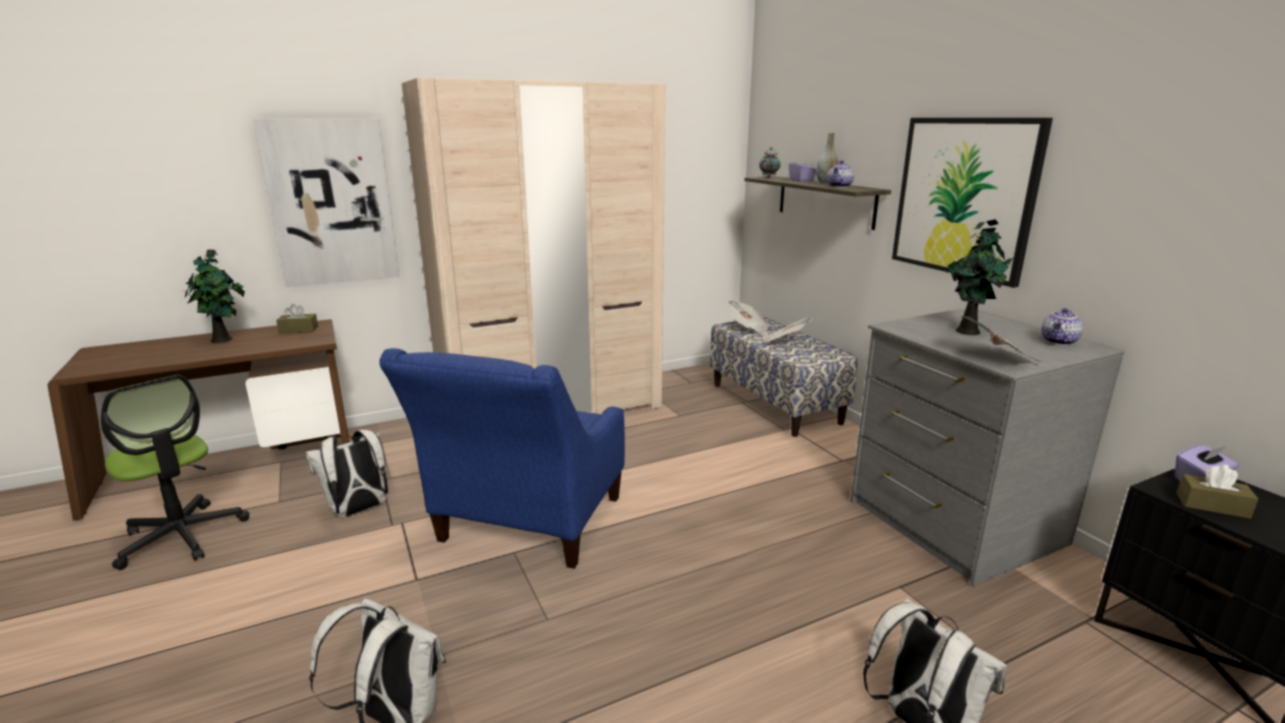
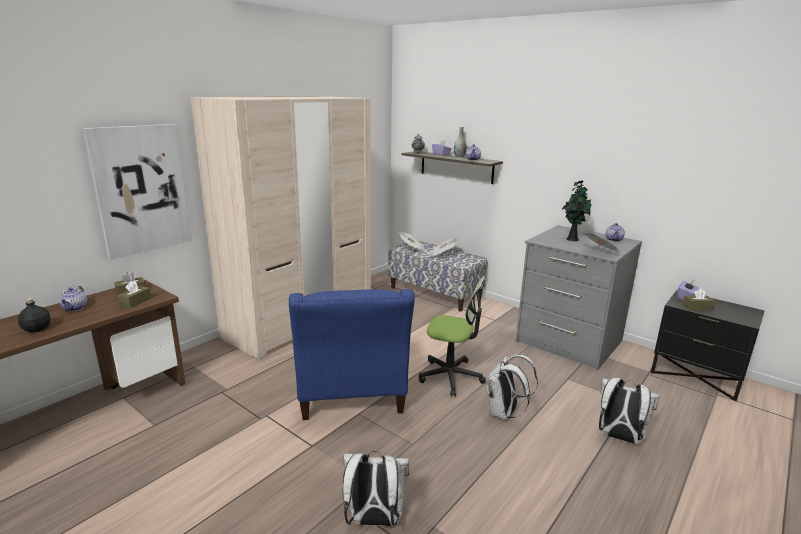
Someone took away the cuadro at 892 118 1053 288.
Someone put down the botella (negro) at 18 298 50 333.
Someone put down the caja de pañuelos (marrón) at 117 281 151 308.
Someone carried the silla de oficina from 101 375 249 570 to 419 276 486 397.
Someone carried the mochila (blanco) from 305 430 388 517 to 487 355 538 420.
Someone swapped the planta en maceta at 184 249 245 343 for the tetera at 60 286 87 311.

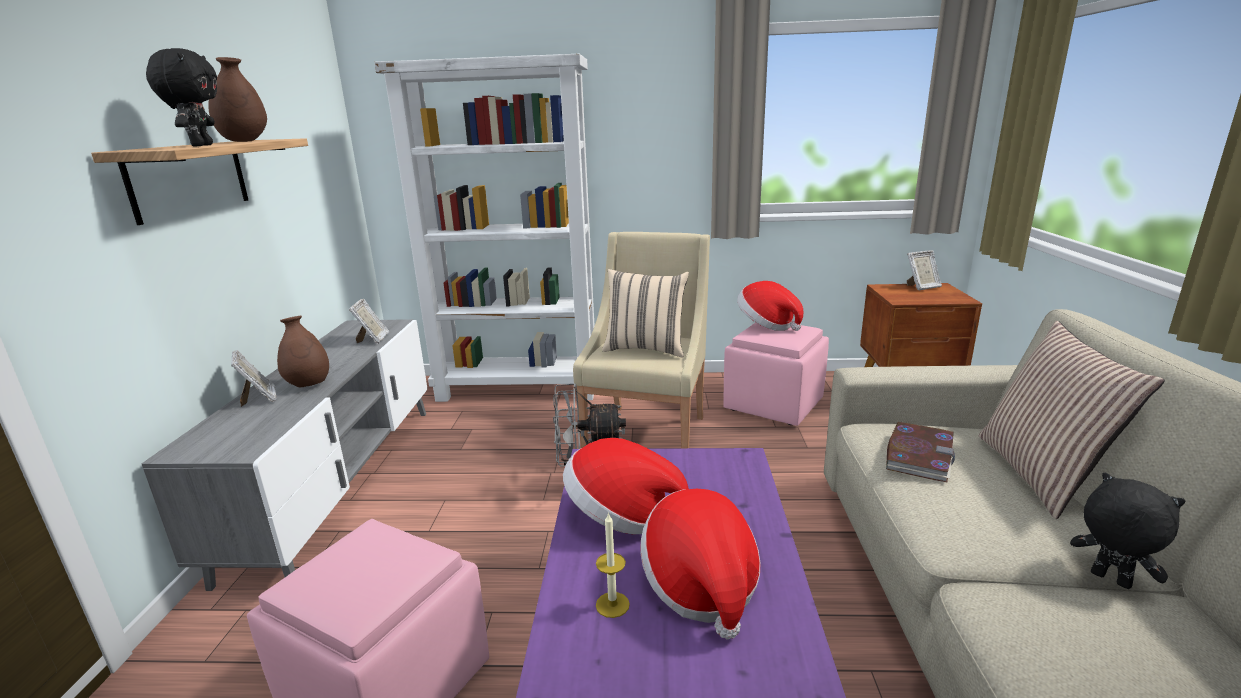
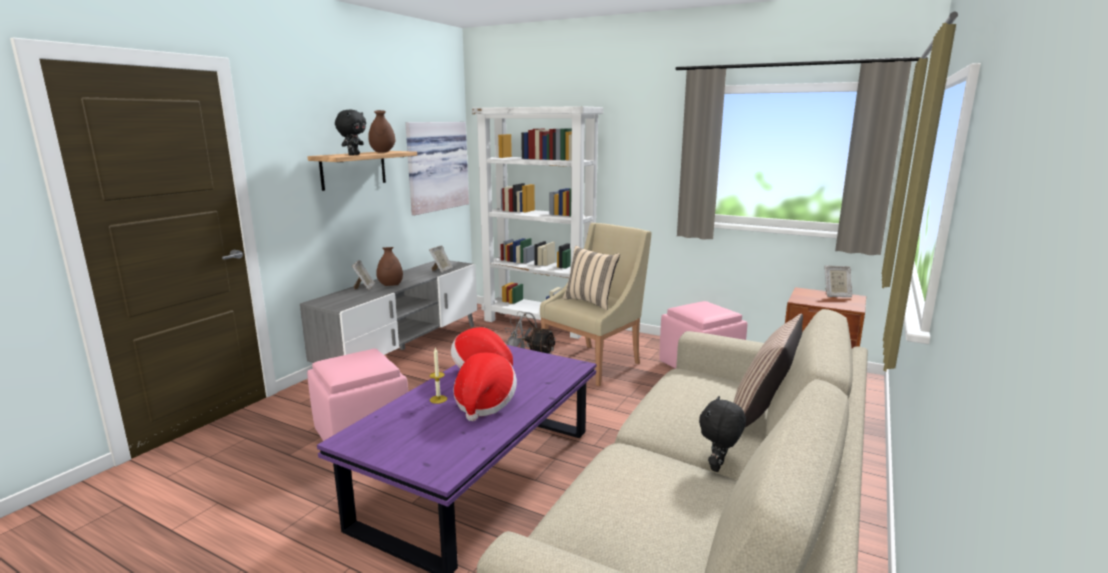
Someone took away the sombrero at 737 281 804 331.
Someone took away the libro at 886 422 955 482.
Someone put up the cuadro at 405 122 469 215.
Someone rotated the peluche (negro) at 1070 472 1186 589 by 135 degrees counterclockwise.

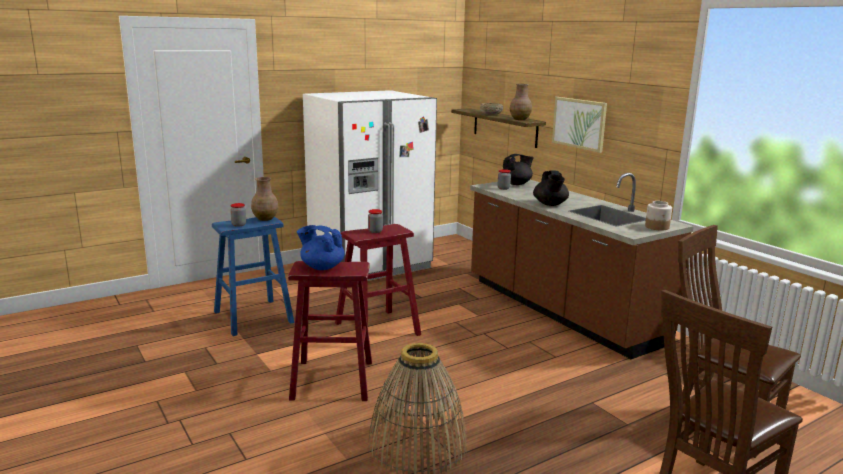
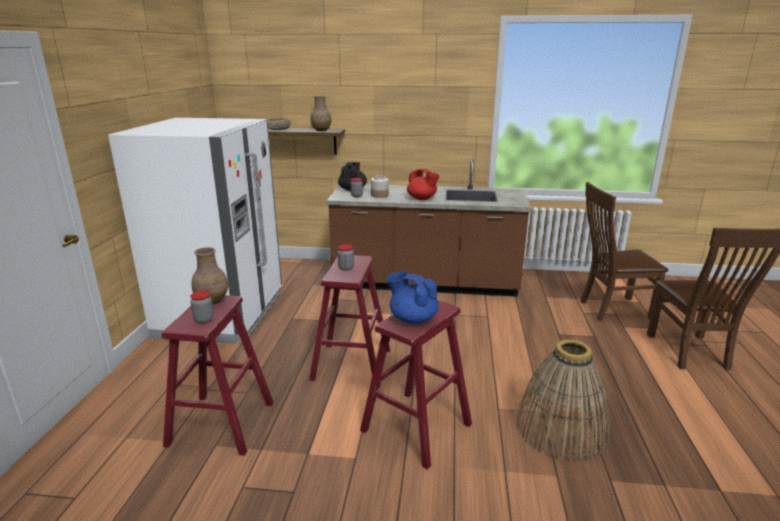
Someone took away the cuadro at 552 97 607 153.
Someone carried the tarro from 645 201 672 230 to 371 175 389 198.
Someone repainted the taburete (azul) at 212 217 294 336, which became the taburete (rojo) at 161 295 274 456.
Someone repainted the tetera (negro) at 533 170 569 206, which became the tetera (rojo) at 407 169 439 200.
Someone rotated the tetera (azul) at 297 225 345 270 by 60 degrees clockwise.

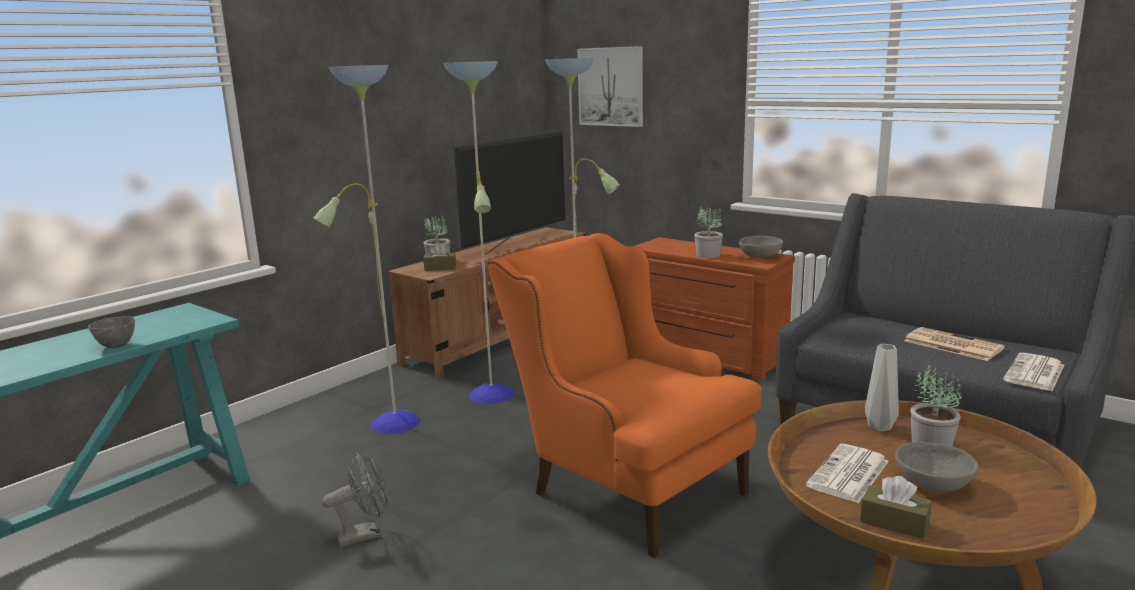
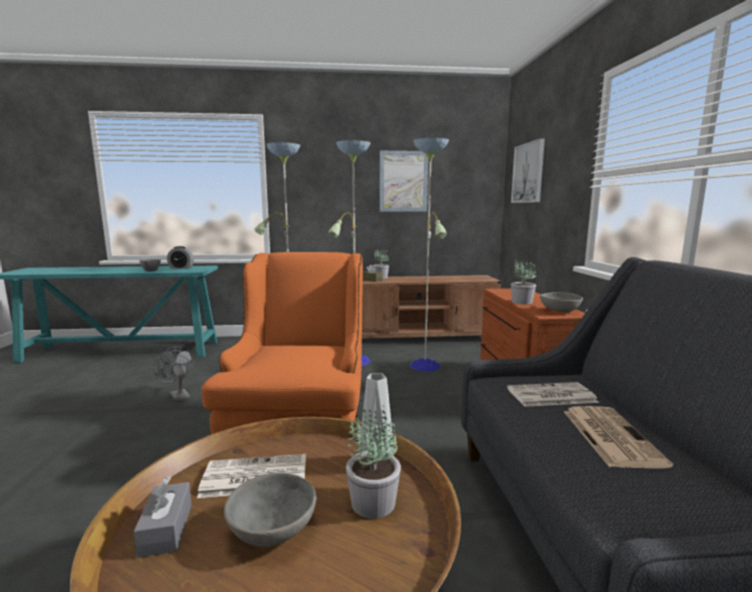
Someone took away the televisor at 454 132 565 255.
Someone put down the despertador at 167 246 194 269.
Someone put up the cuadro at 380 151 428 211.
Someone carried the periódico from 1003 353 1064 391 to 507 382 599 407.
Someone repainted the caja de pañuelos (marrón) at 860 476 932 539, which became the caja de pañuelos (gris) at 133 476 192 558.
Someone rotated the ventilador (gris) at 322 453 388 547 by 150 degrees counterclockwise.

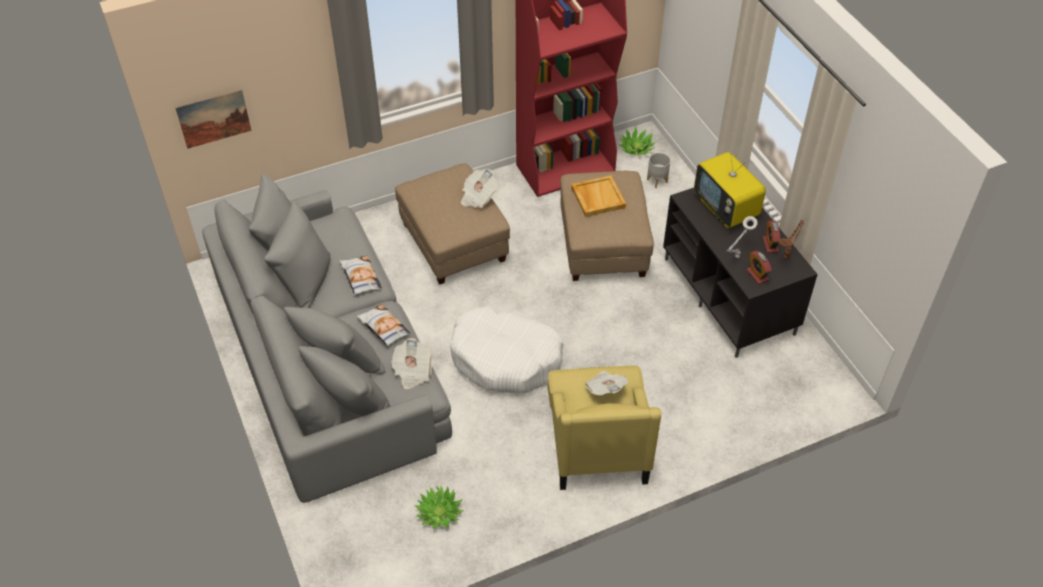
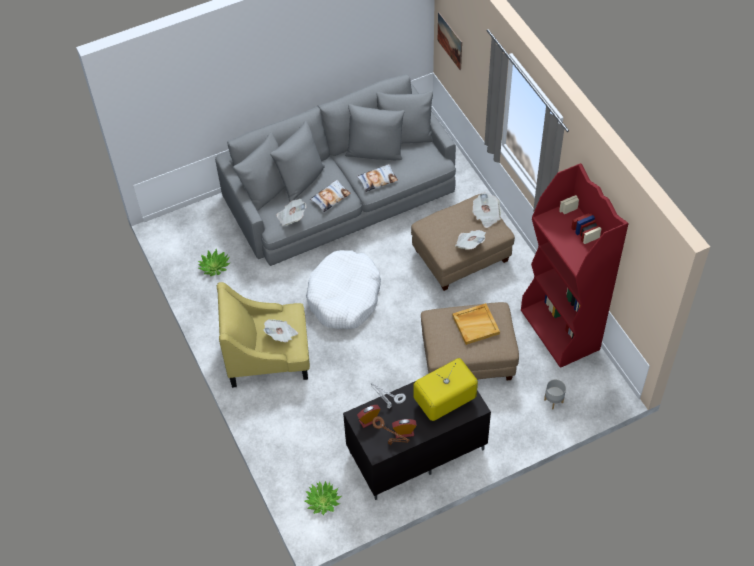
Someone put down the periódico at 472 192 501 228.
Someone carried the planta en maceta from 618 127 656 155 to 304 481 341 515.

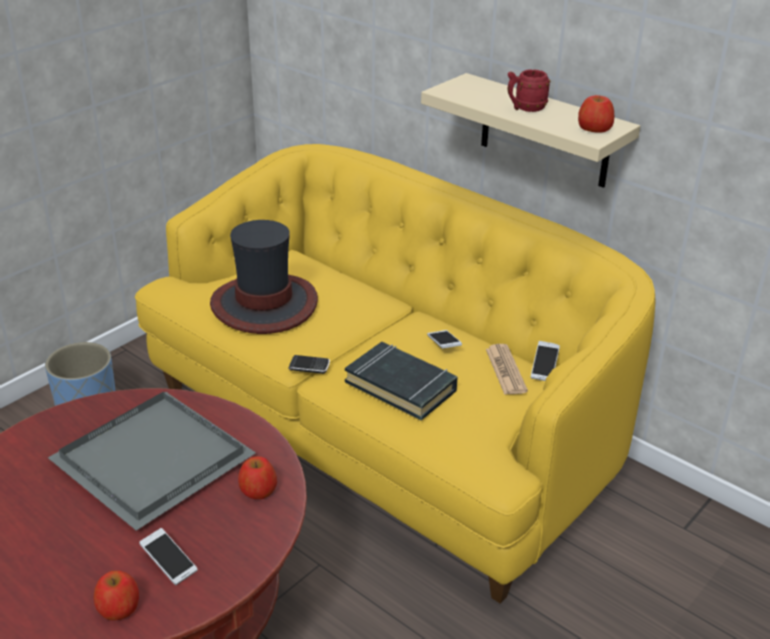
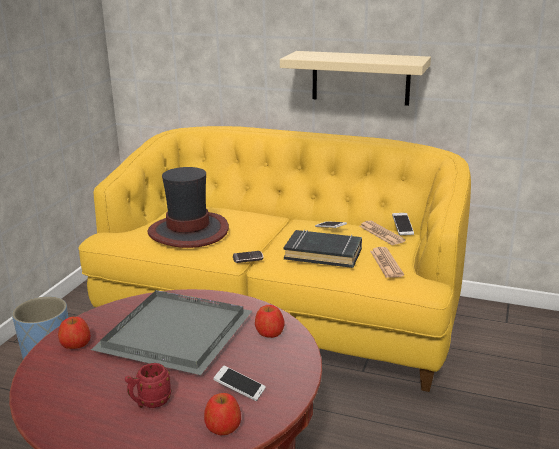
Someone put down the periódico at 370 247 404 278.
Someone carried the taza grande (rojo) from 507 69 551 112 to 125 363 171 408.
Someone carried the manzana from 578 95 614 133 to 58 317 91 349.

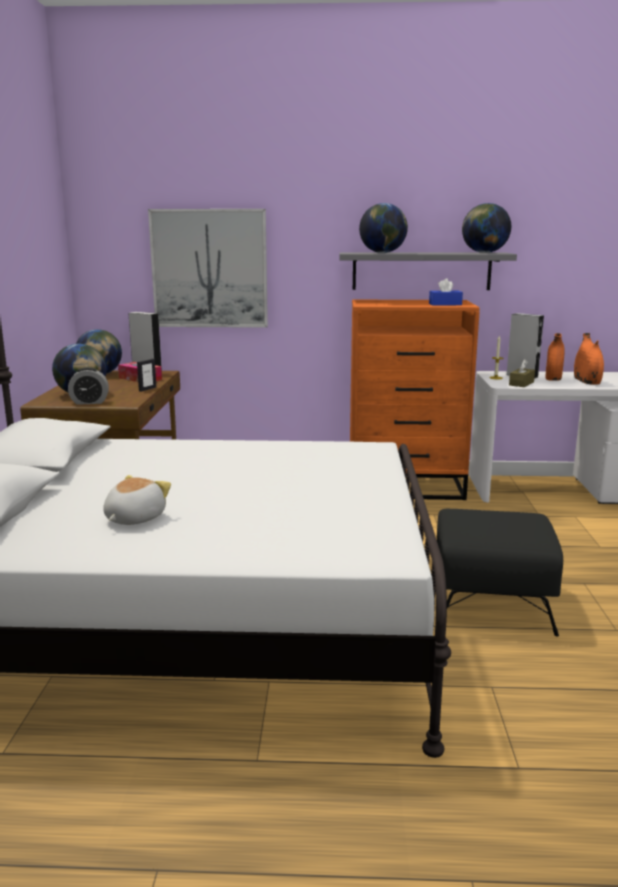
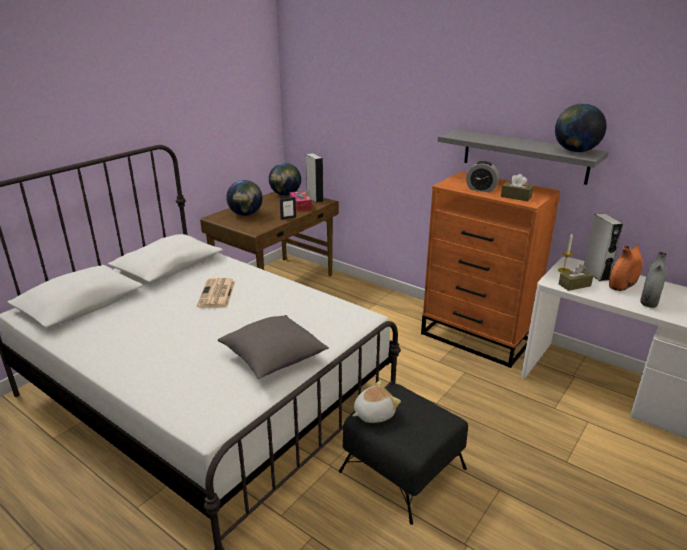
Someone took away the cuadro at 148 209 268 328.
Someone took away the globo terráqueo at 359 203 408 253.
Someone put down the periódico at 197 278 235 308.
Someone put down the cojín (gris) at 218 315 329 379.
Someone carried the despertador from 68 367 109 405 to 466 161 499 192.
Someone carried the peluche from 103 475 171 525 to 352 381 401 423.
Someone repainted the caja de pañuelos (azul) at 429 278 463 306, which became the caja de pañuelos (marrón) at 501 174 534 201.
Someone repainted the florero (naranja) at 574 333 604 384, which became the florero (gris) at 640 252 667 308.

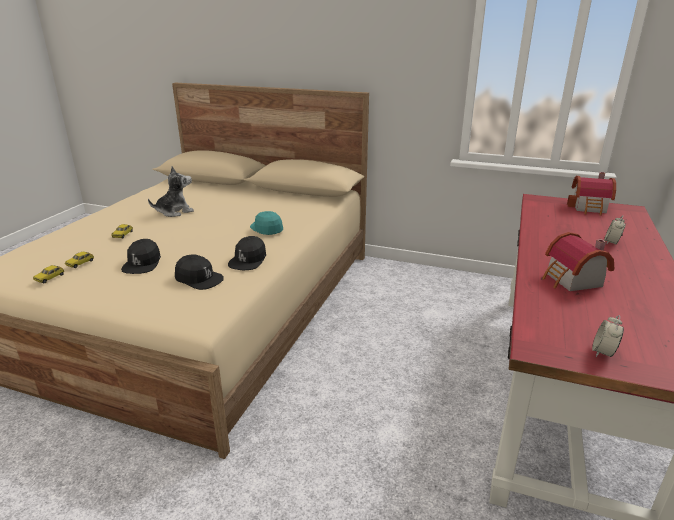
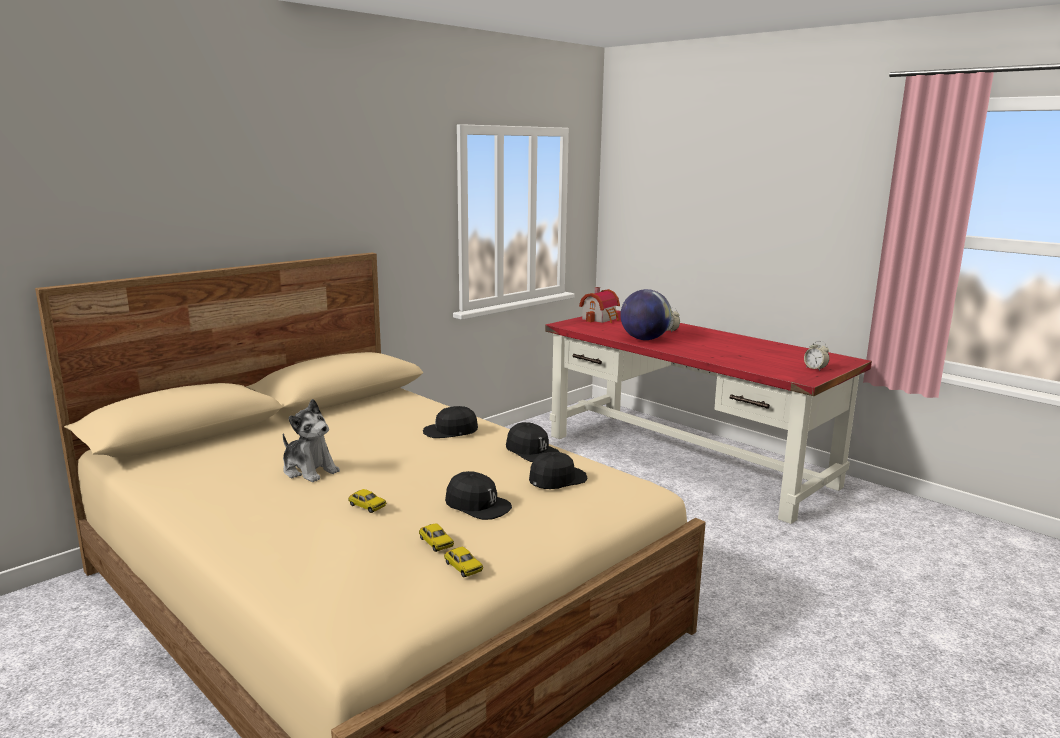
Someone took away the casita at 542 232 614 291.
Someone put down the globo terráqueo at 620 289 672 340.
Someone repainted the gorra (turquesa) at 250 211 283 235, which became the gorra (negro) at 423 406 478 438.
Someone rotated the peluche at 148 166 194 217 by 135 degrees clockwise.

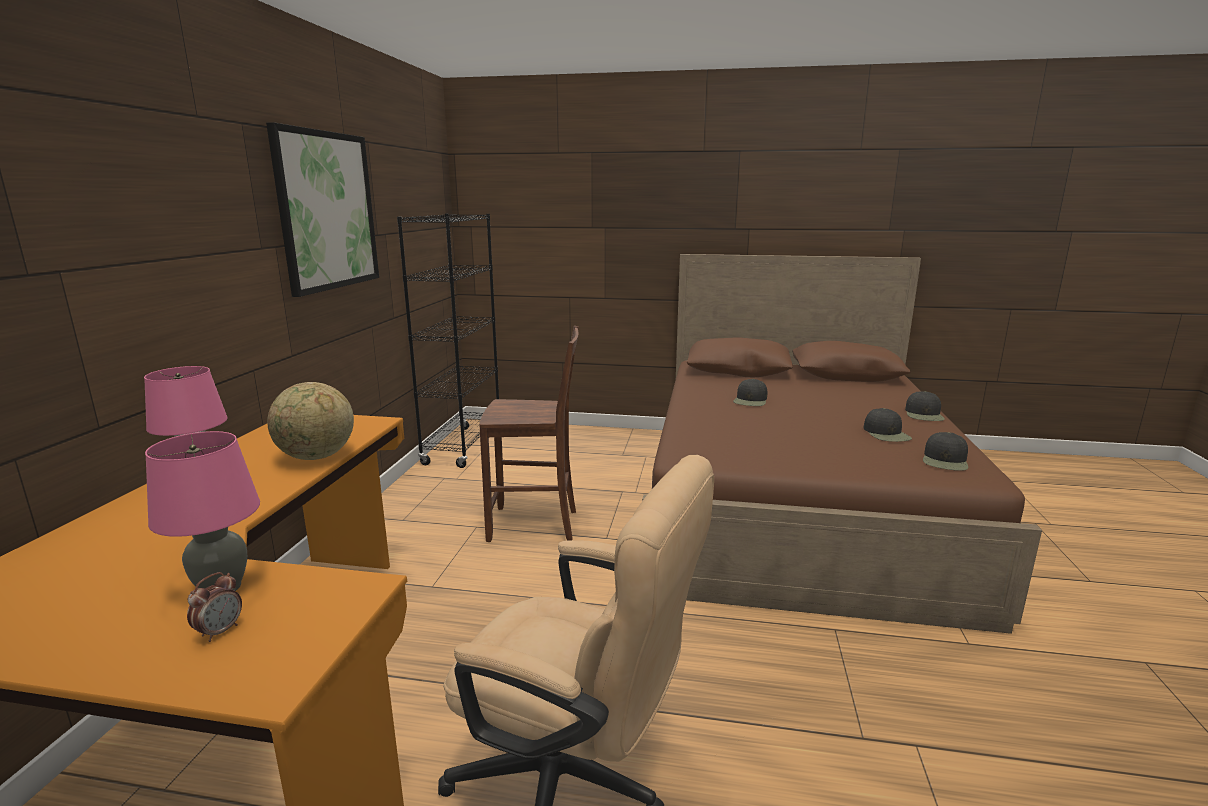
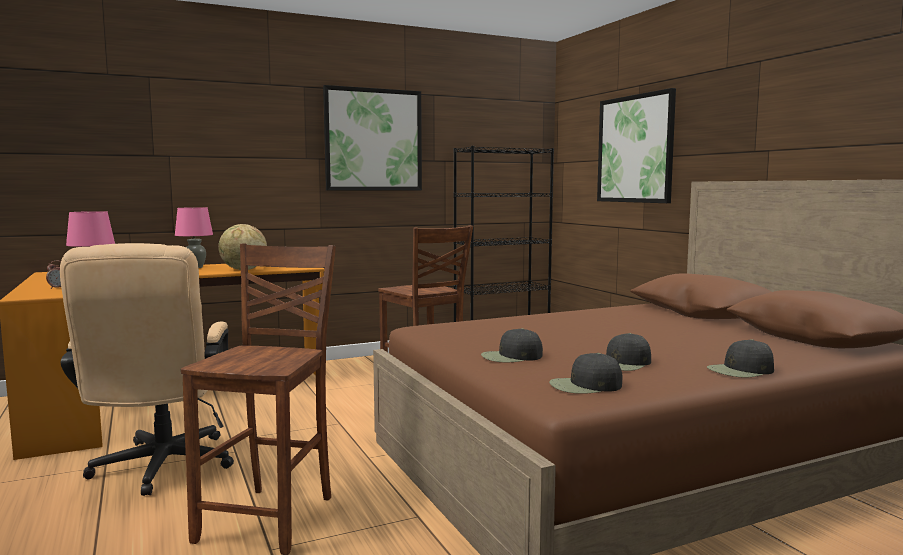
Someone put down the silla (marrón) at 181 243 336 555.
Someone put up the cuadro at 597 88 676 203.
Someone carried the gorra (negro) from 733 379 768 406 to 481 328 543 362.

